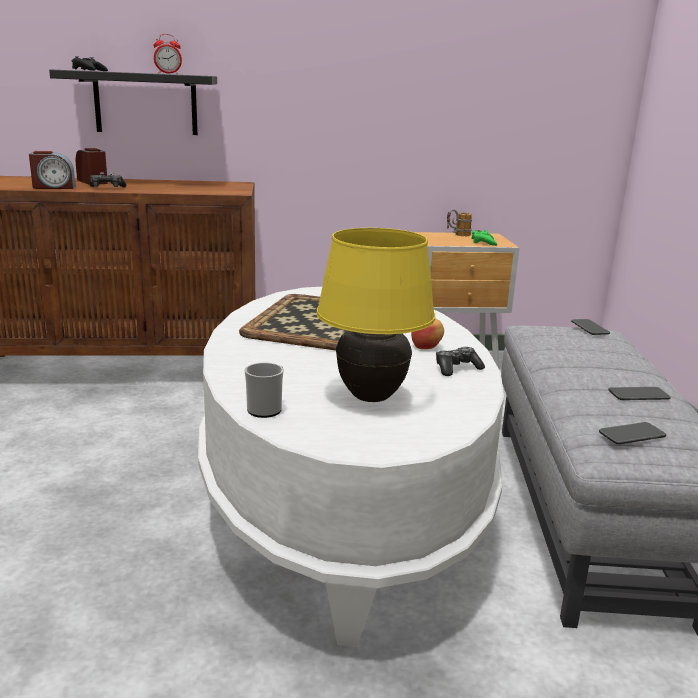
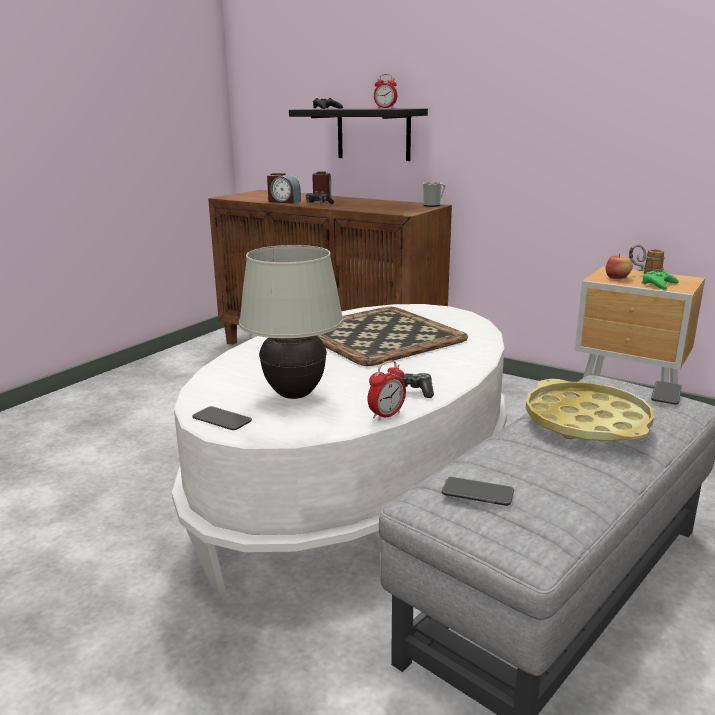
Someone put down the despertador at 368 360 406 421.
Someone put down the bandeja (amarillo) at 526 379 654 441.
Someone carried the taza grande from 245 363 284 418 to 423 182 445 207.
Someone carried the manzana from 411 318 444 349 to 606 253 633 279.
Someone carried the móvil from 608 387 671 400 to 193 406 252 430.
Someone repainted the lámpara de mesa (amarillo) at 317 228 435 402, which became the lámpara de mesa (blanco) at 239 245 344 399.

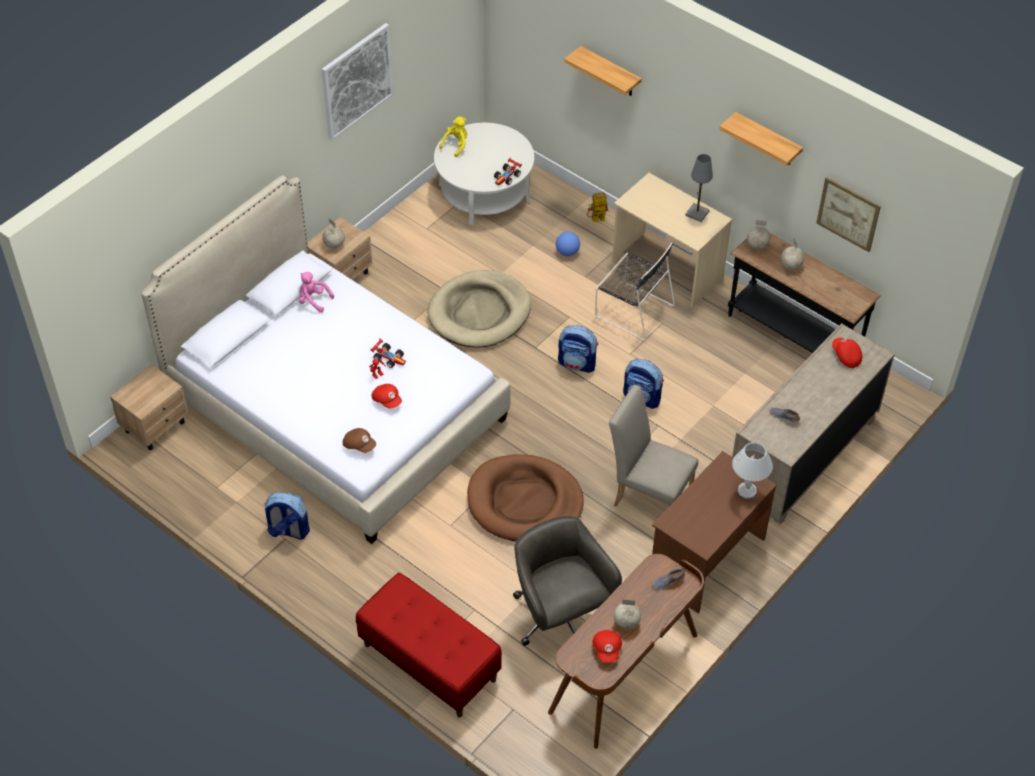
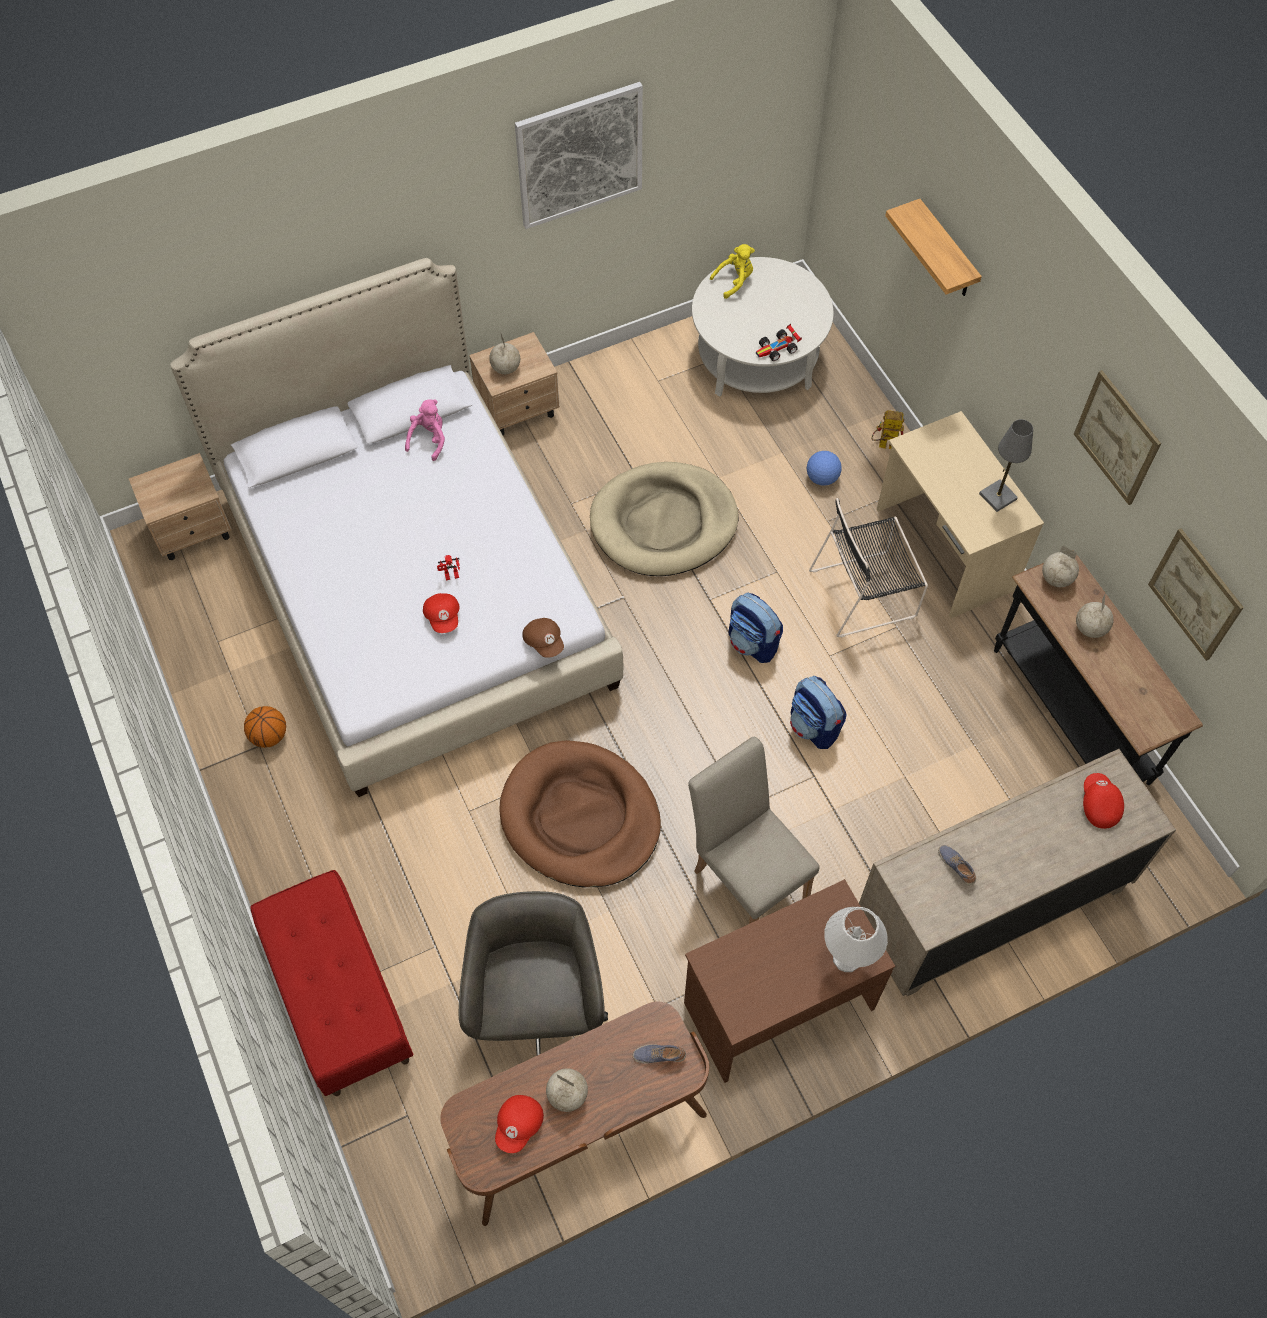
Someone took away the coche de juguete at 370 339 406 368.
Someone carried the gorra (marrón) from 343 428 376 453 to 523 618 564 658.
Someone swapped the mochila at 263 493 310 540 for the balón de baloncesto at 244 706 286 748.
Someone swapped the estante at 719 112 803 166 for the cuadro at 1074 370 1161 505.
Someone rotated the peluche (rosa) at 298 272 334 313 by 60 degrees clockwise.
Someone rotated the silla (negro) at 595 243 675 341 by 105 degrees clockwise.

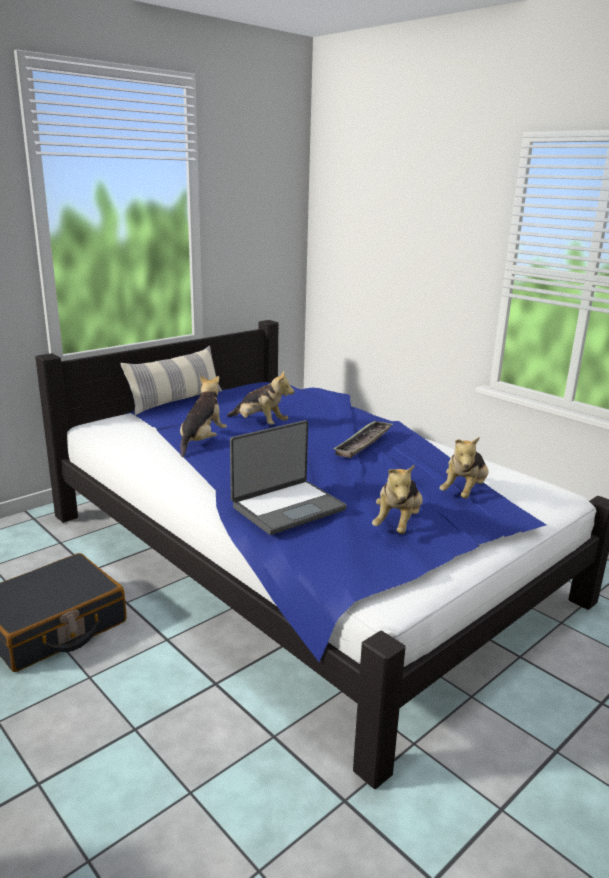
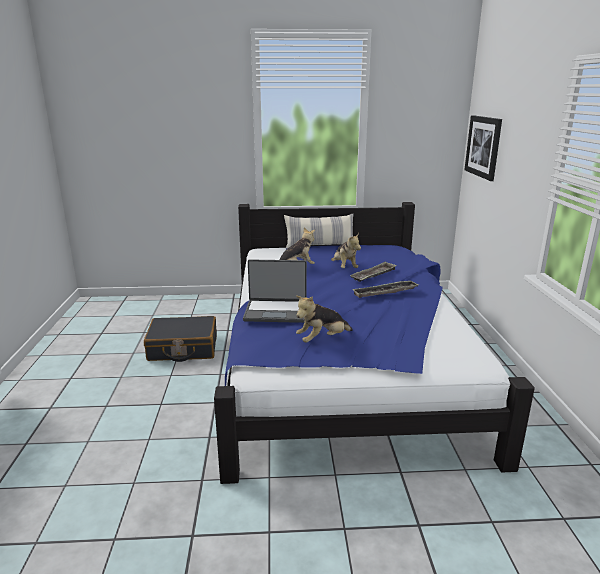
Someone took away the peluche at 439 437 489 498.
Someone put down the bandeja at 349 261 397 282.
Someone put up the cuadro at 464 115 502 181.

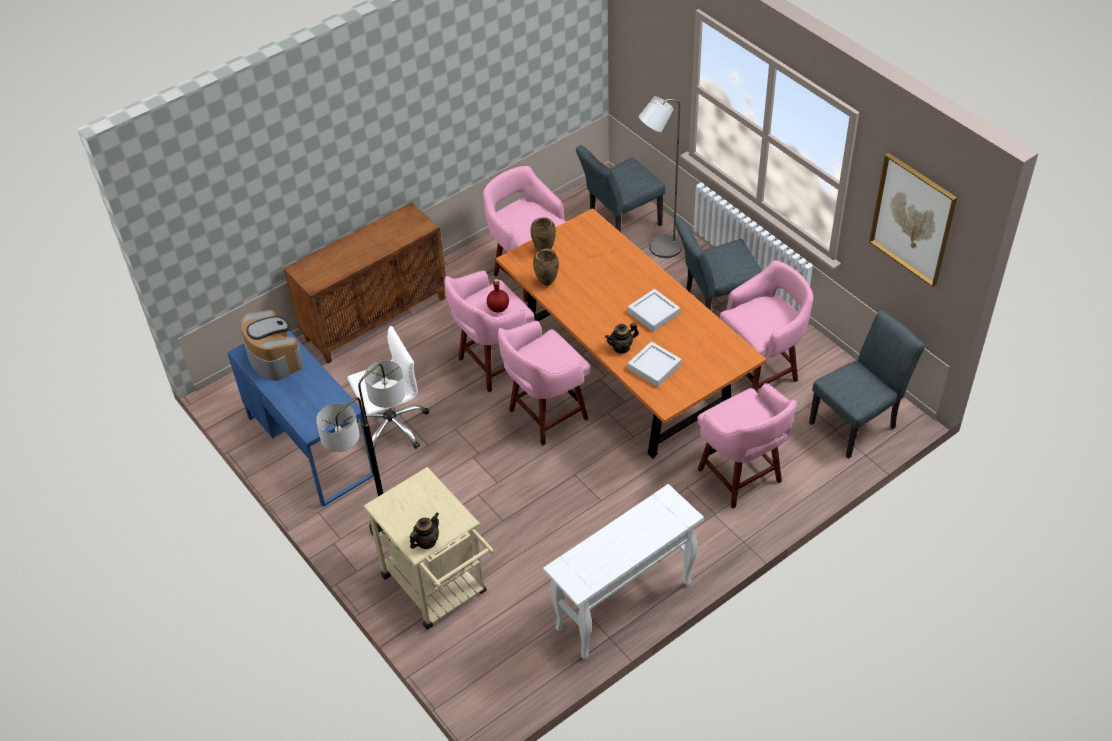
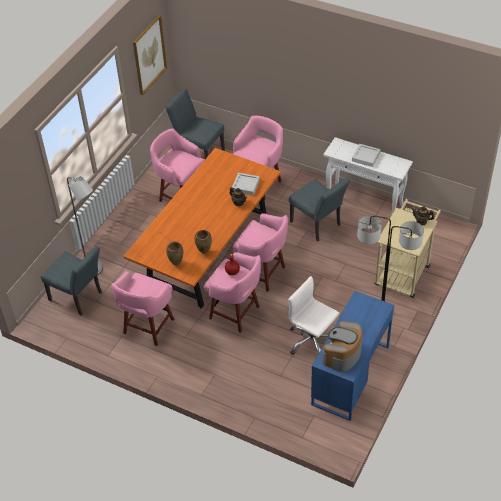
Someone took away the armario (marrón) at 284 202 446 364.
Someone carried the bandeja (gris) from 628 289 680 332 to 352 144 380 167.
Someone carried the silla (gris) from 675 219 762 311 to 289 178 350 241.

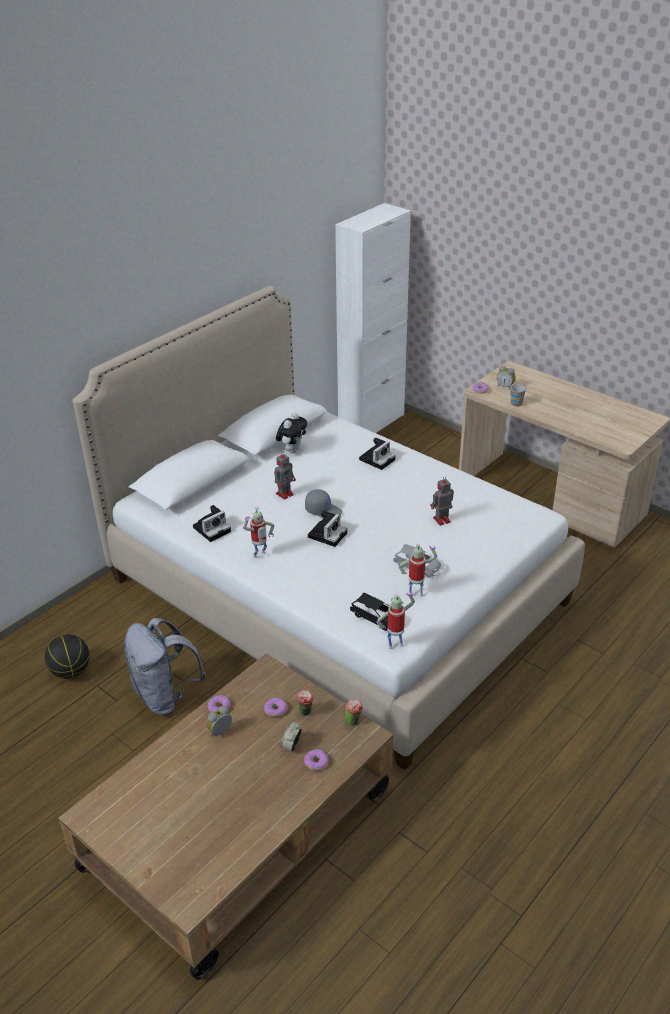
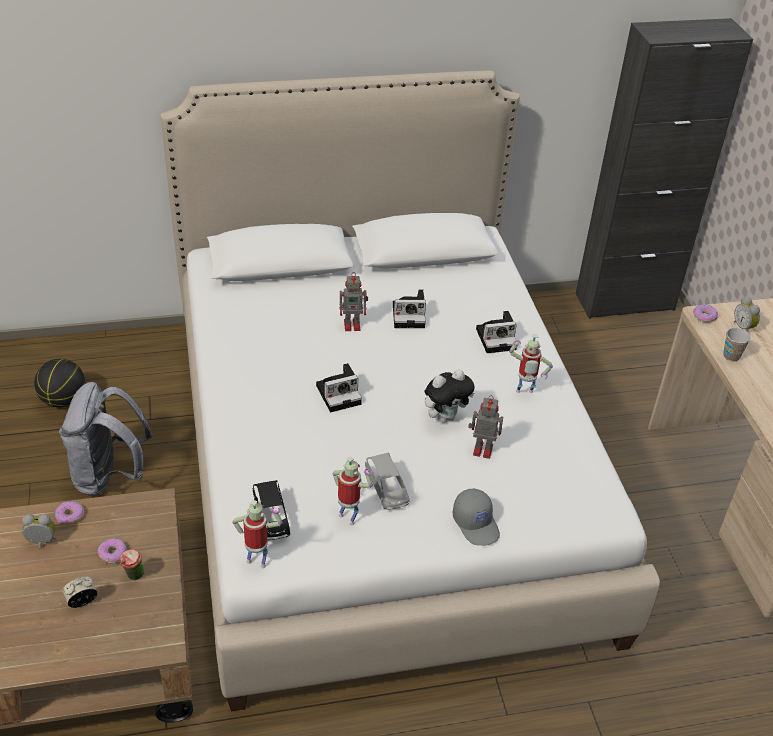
Someone took away the rosquilla at 304 749 329 771.
Someone took away the taza at 345 699 363 726.
Someone carried the cámara from 193 505 231 542 to 393 289 426 328.
Someone carried the robot de juguete from 243 506 274 558 to 509 334 553 393.
Someone carried the peluche from 276 413 307 453 to 424 369 474 423.
Someone carried the gorra (gris) from 305 489 342 518 to 453 488 500 546.
Someone repainted the armario (blanco) at 335 203 411 433, which became the armario (negro) at 576 18 753 319.

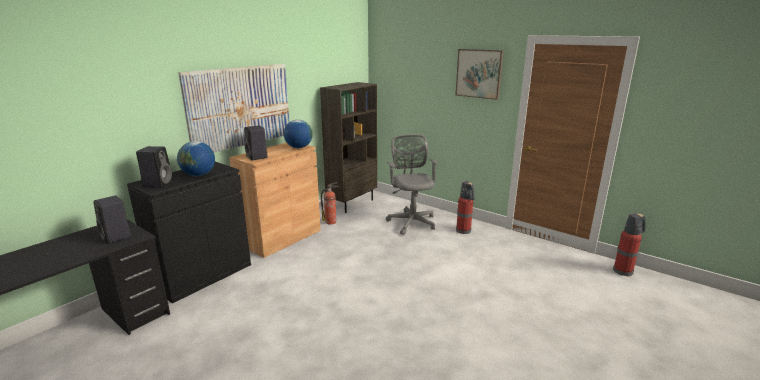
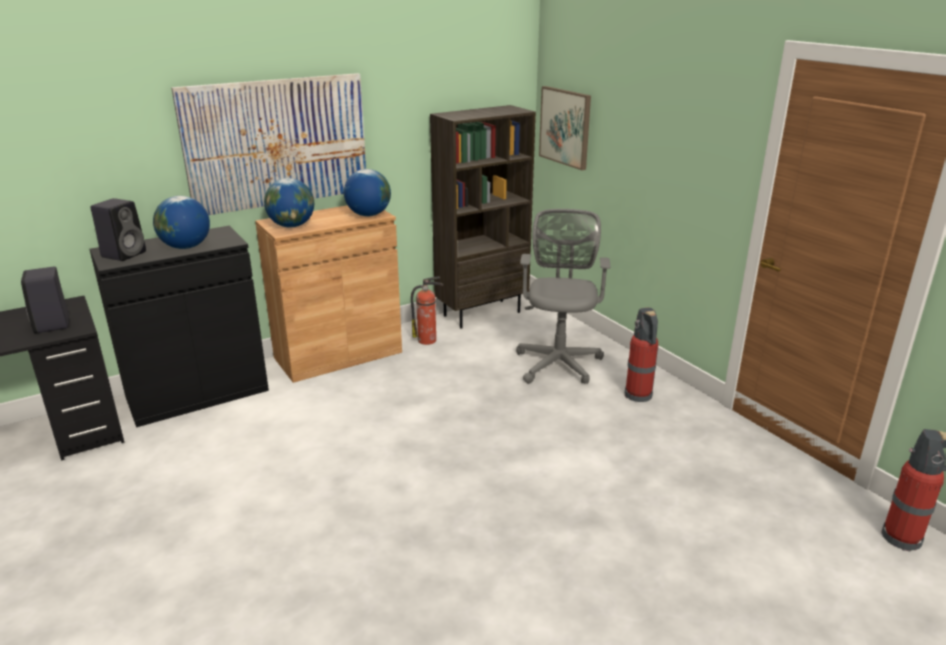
Someone carried the cuadro from 455 49 504 100 to 539 86 591 170.
Someone swapped the altavoz (negro) at 244 125 268 160 for the globo terráqueo at 264 178 314 228.

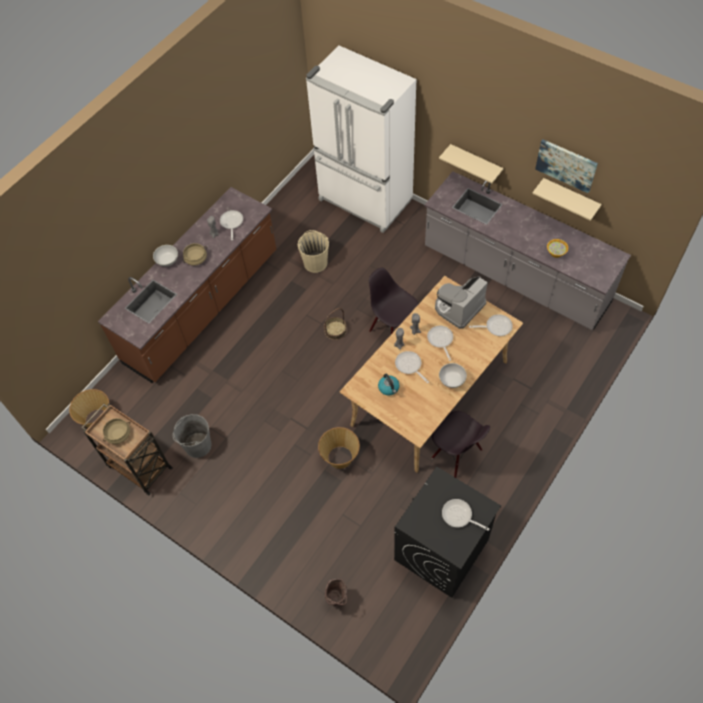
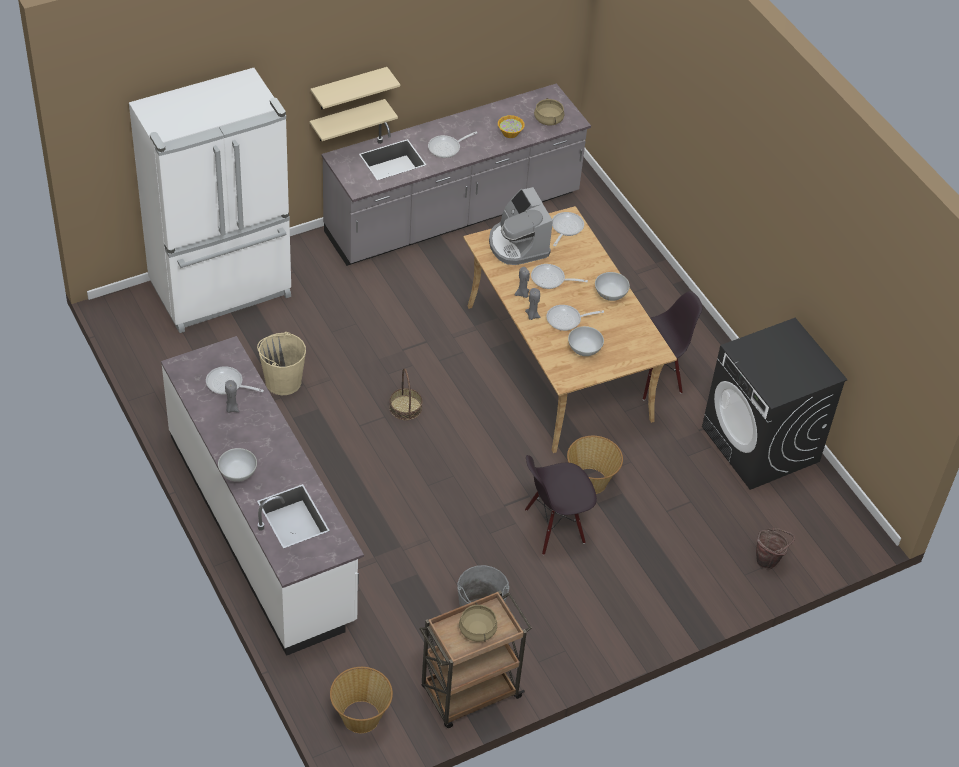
Someone took away the cuadro at 535 139 598 193.
Someone carried the olla (beis) from 183 243 207 266 to 534 98 564 125.
Someone carried the silla (negro) from 369 268 418 334 to 525 455 597 555.
Someone carried the sartén from 442 499 489 531 to 428 132 477 158.
Someone carried the estante (beis) from 532 178 602 221 to 311 67 400 110.
Someone swapped the hervidor at 378 374 399 396 for the cuenco (blanco) at 568 326 604 356.
Someone repainted the mueble bajo de cocina (marrón) at 98 187 276 383, which became the mueble bajo de cocina (blanco) at 161 336 364 656.

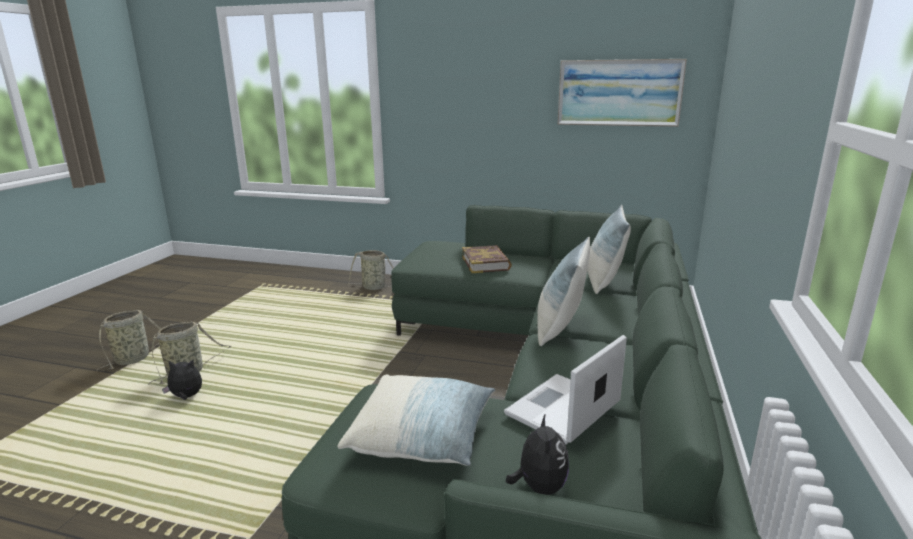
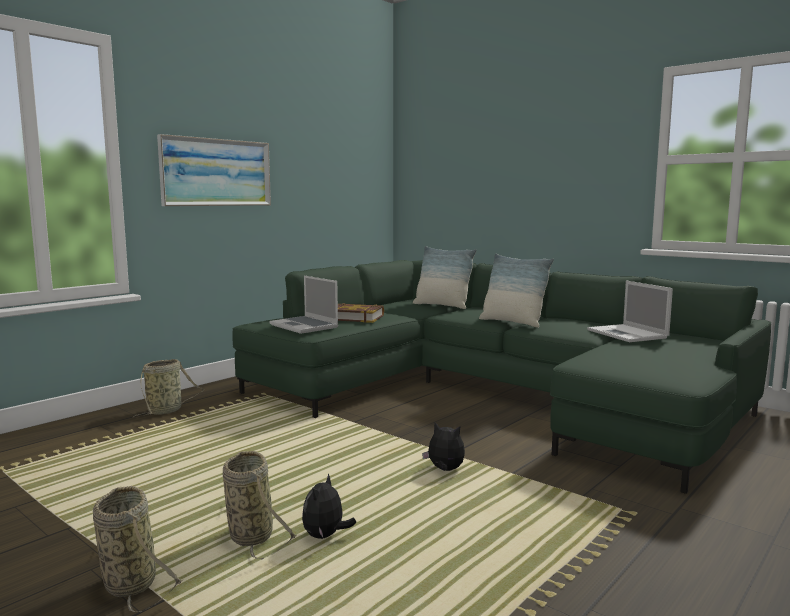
Someone took away the cojín at 337 375 495 466.
Someone put down the portátil at 270 276 338 334.
Someone carried the peluche from 506 413 569 495 to 422 422 465 471.
Someone carried the cuadro from 557 59 687 127 to 157 134 271 206.

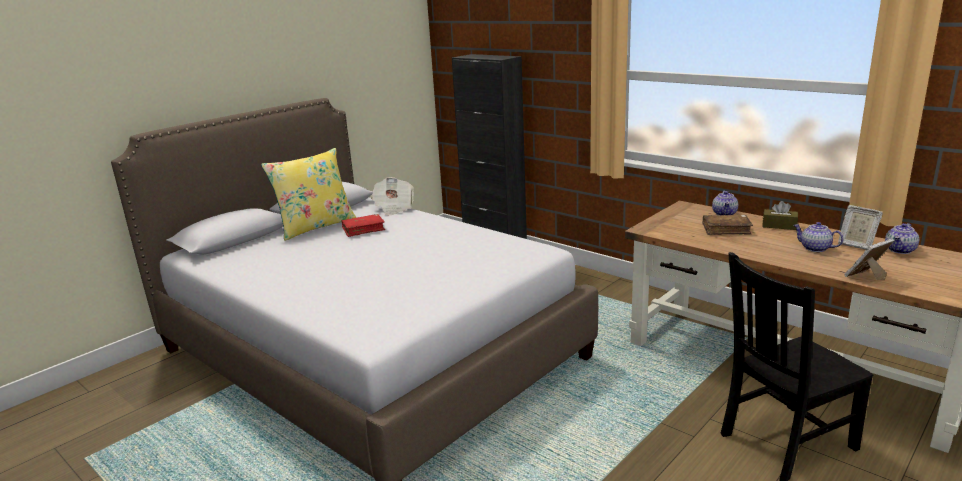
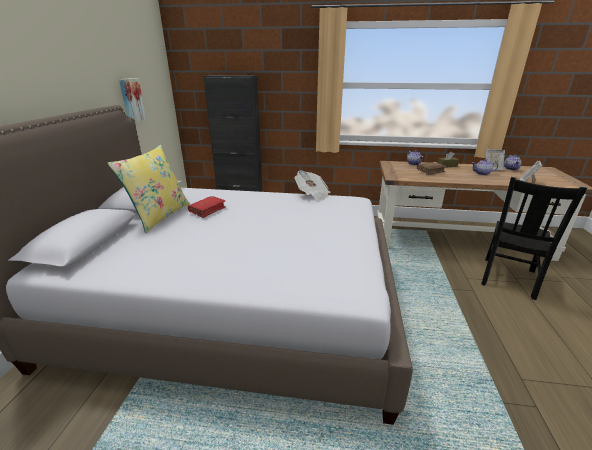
Someone put up the cuadro at 119 78 146 122.
Someone carried the periódico from 371 177 414 215 to 294 170 330 201.

